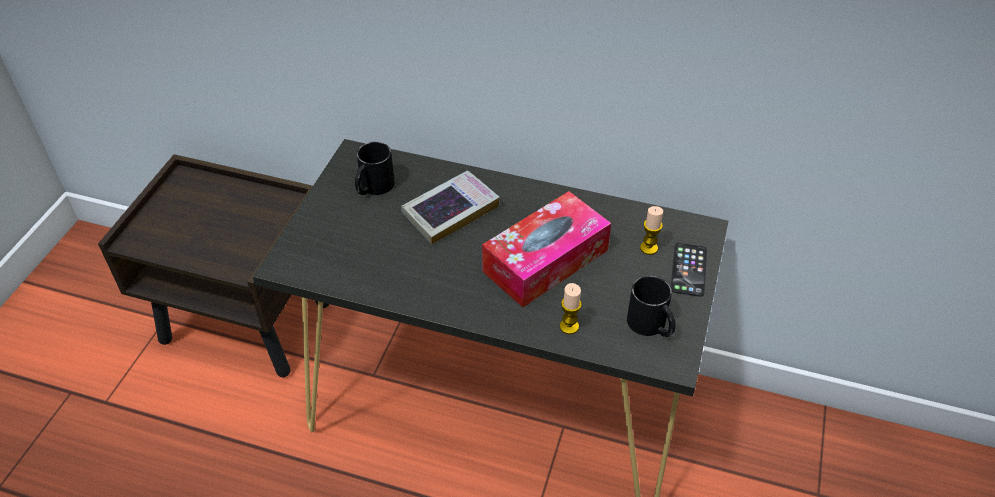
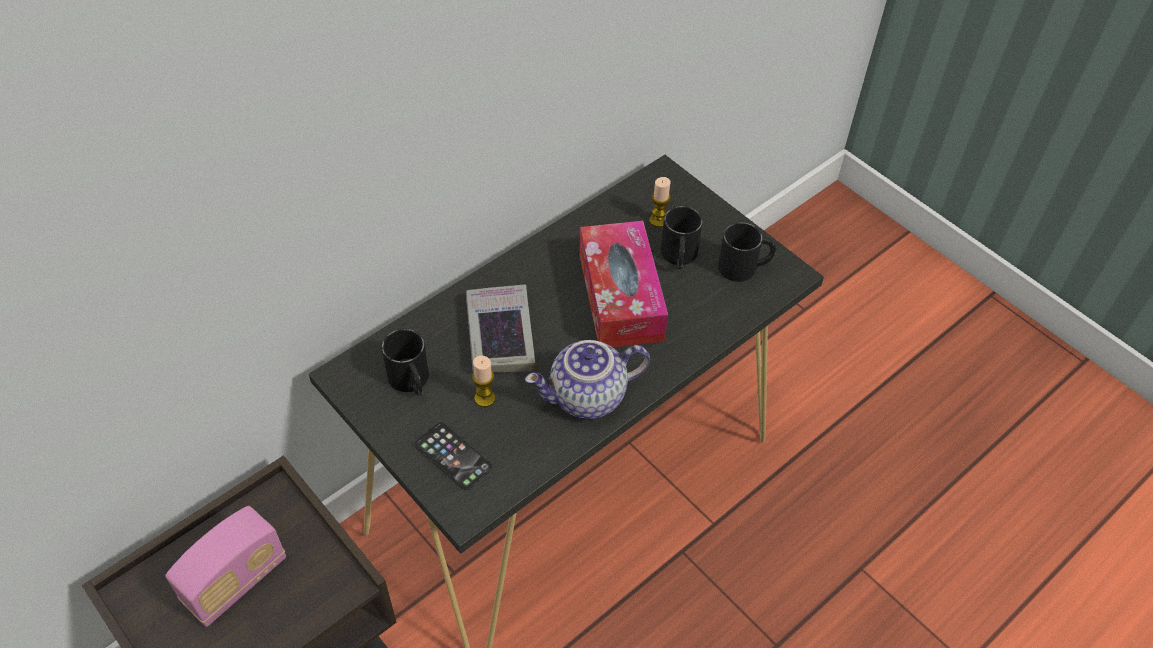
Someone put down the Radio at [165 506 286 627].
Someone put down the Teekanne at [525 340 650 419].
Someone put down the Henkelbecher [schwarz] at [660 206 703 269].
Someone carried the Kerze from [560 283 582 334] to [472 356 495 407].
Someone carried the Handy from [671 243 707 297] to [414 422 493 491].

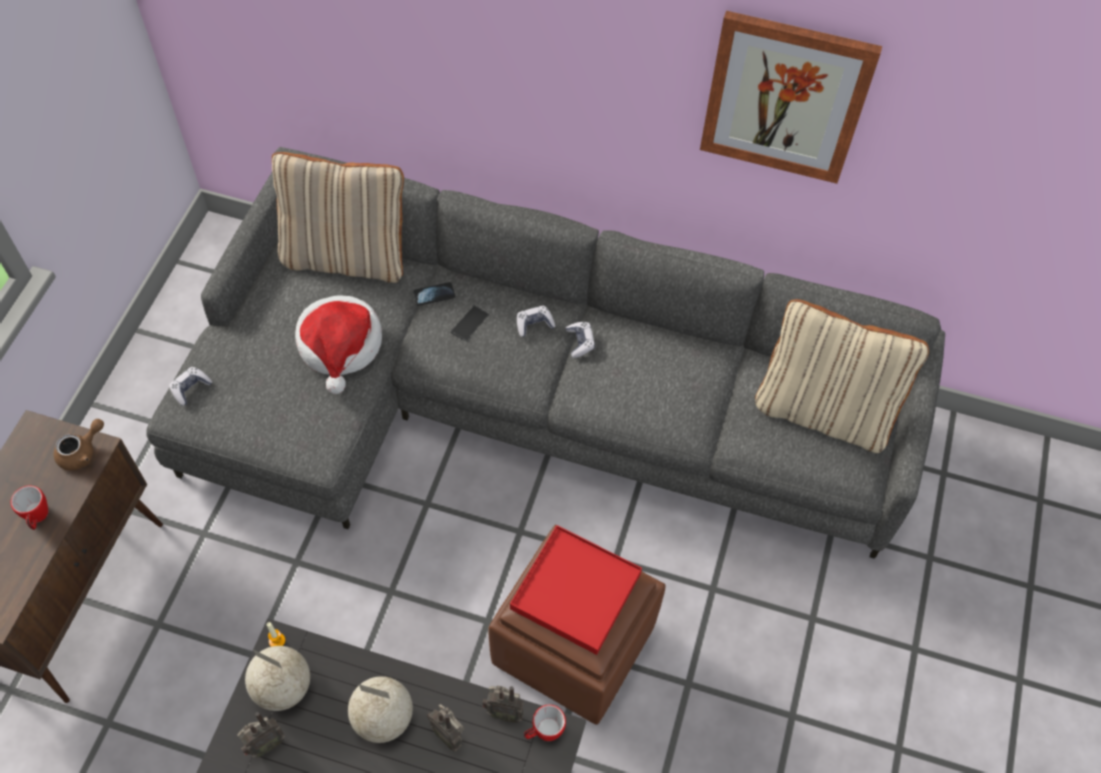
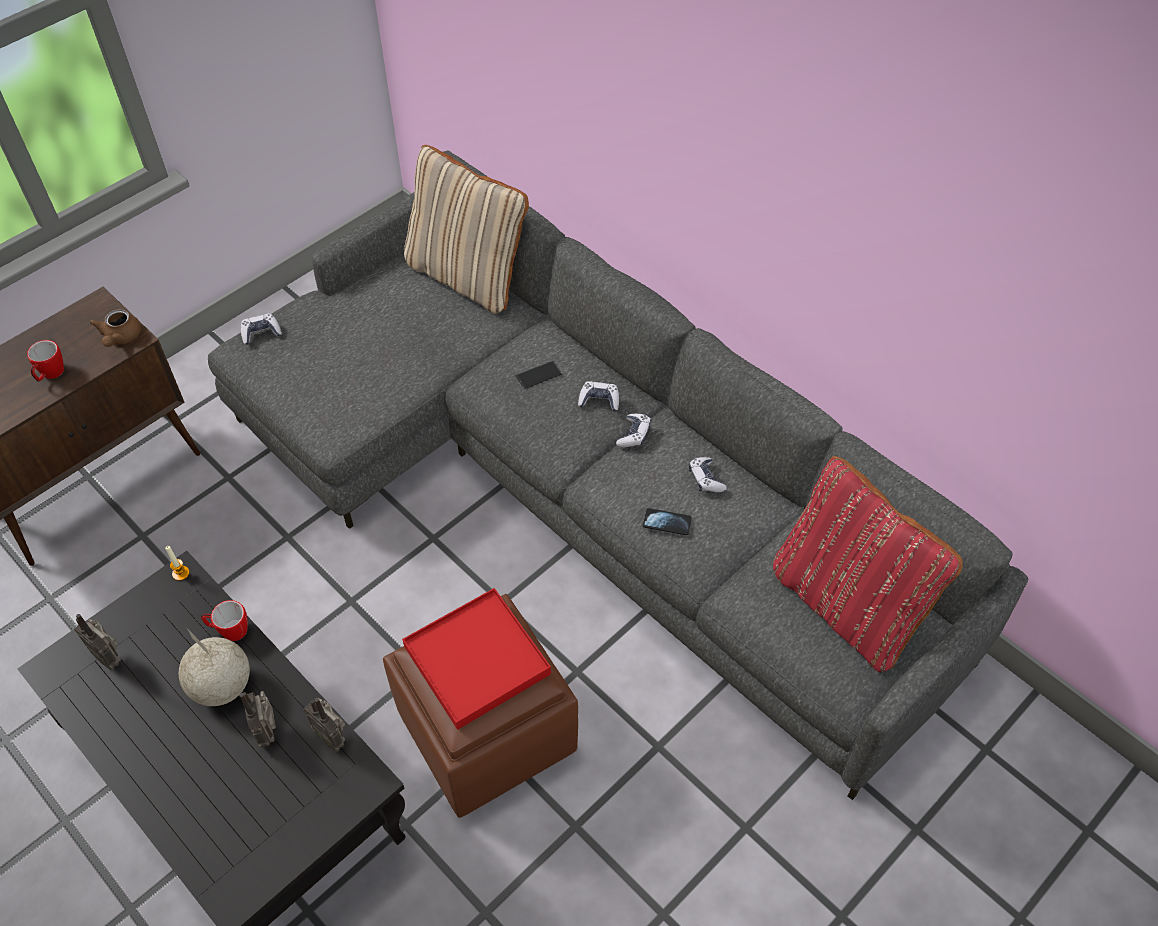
Someone took away the Globus at [245 646 310 711].
Someone took away the Hut at [295 295 382 394].
Someone took away the Bild at [700 11 882 184].
Someone put down the Gamepad at [689 457 727 492].
Someone carried the Handy from [413 282 455 306] to [643 508 692 535].
Someone carried the Henkelbecher from [524 705 566 741] to [201 600 248 641].
Someone repainted the Kissen [beige] at [755 299 929 453], which became the Kissen [rot] at [773 456 963 672].
Someone rotated the Teekanne [braun] at [54 419 104 471] by 105 degrees clockwise.
Someone rotated the Radio at [237 712 285 758] by 45 degrees clockwise.

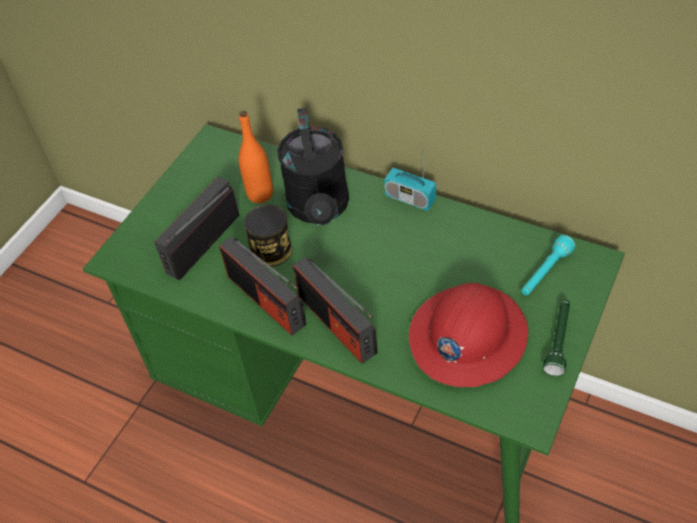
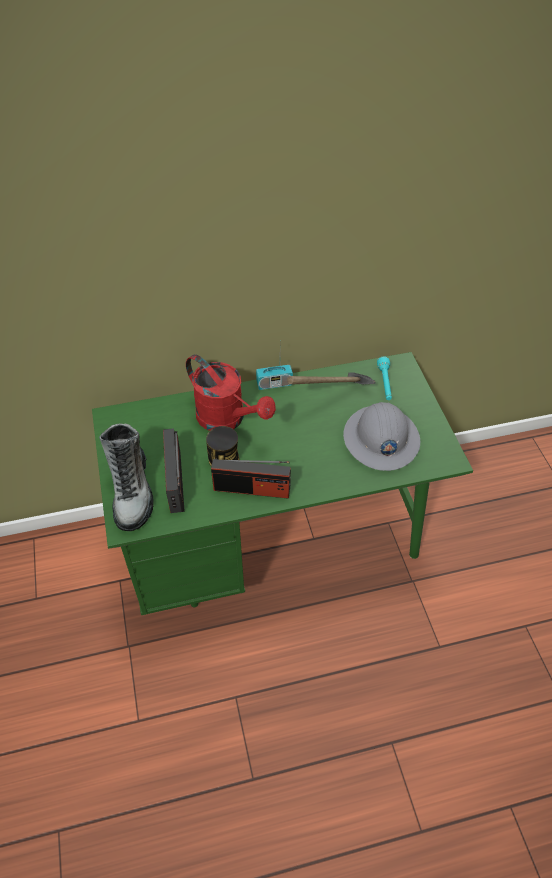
Someone took away the Flasche [orange] at [238 111 273 203].
Someone took away the Radio at [293 257 377 364].
Someone took away the Taschenlampe [grün] at [543 299 570 377].
Someone put down the Stiefel at [99 424 153 531].
Someone put down the Hammer at [287 373 375 385].
Someone repainted the Gießkanne [schwarz] at [277 108 349 225], which became the Gießkanne [rot] at [186 355 276 431].
Someone repainted the Schutzhelm [rot] at [409 283 528 387], which became the Schutzhelm [grau] at [343 402 420 471].

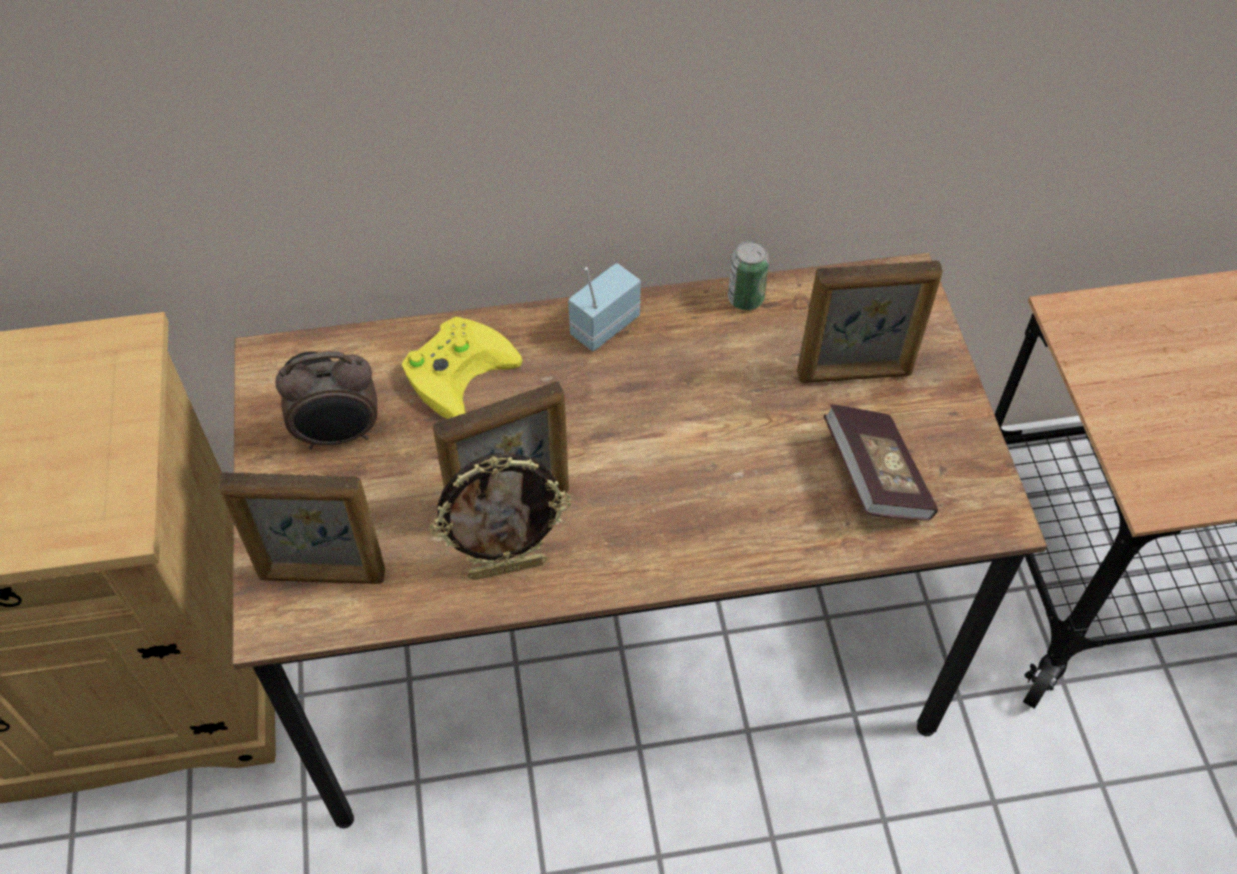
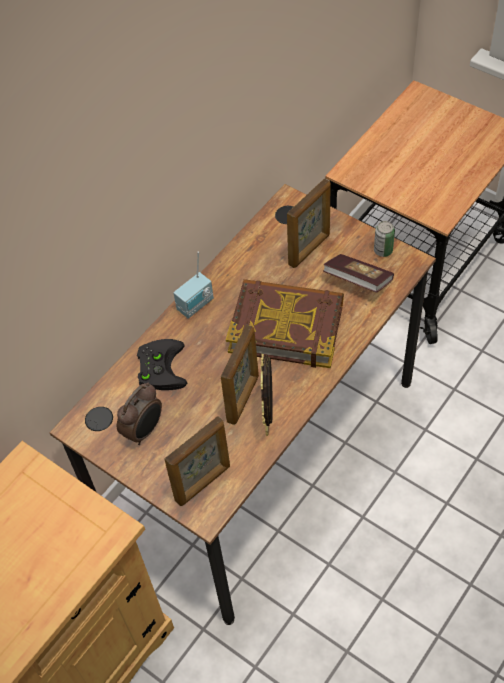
Someone put down the Buch at [226 279 344 368].
Someone carried the Dose from [728 240 770 310] to [374 221 395 257].
Someone repainted the Gamepad [gelb] at [402 317 523 419], which became the Gamepad [schwarz] at [137 339 187 390].
Someone rotated the Bilderrahmen at [430 453 571 580] by 150 degrees clockwise.
Someone rotated the Radio at [568 263 641 351] by 135 degrees counterclockwise.

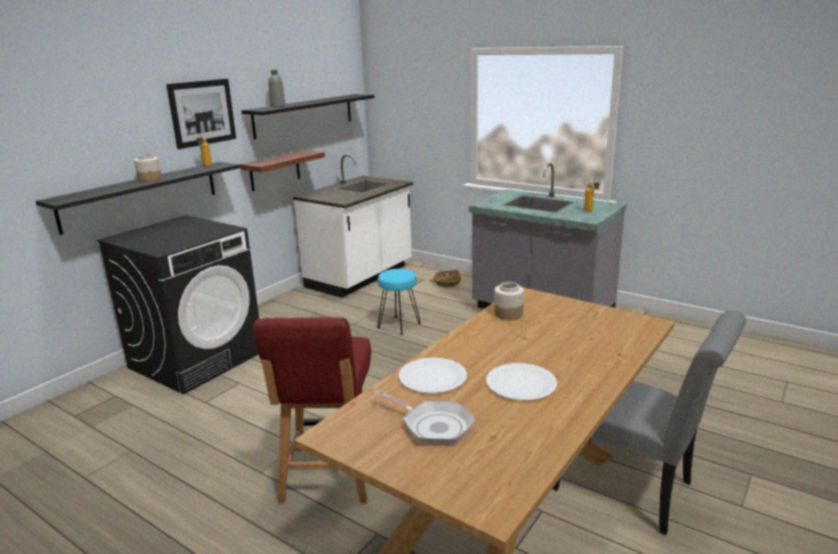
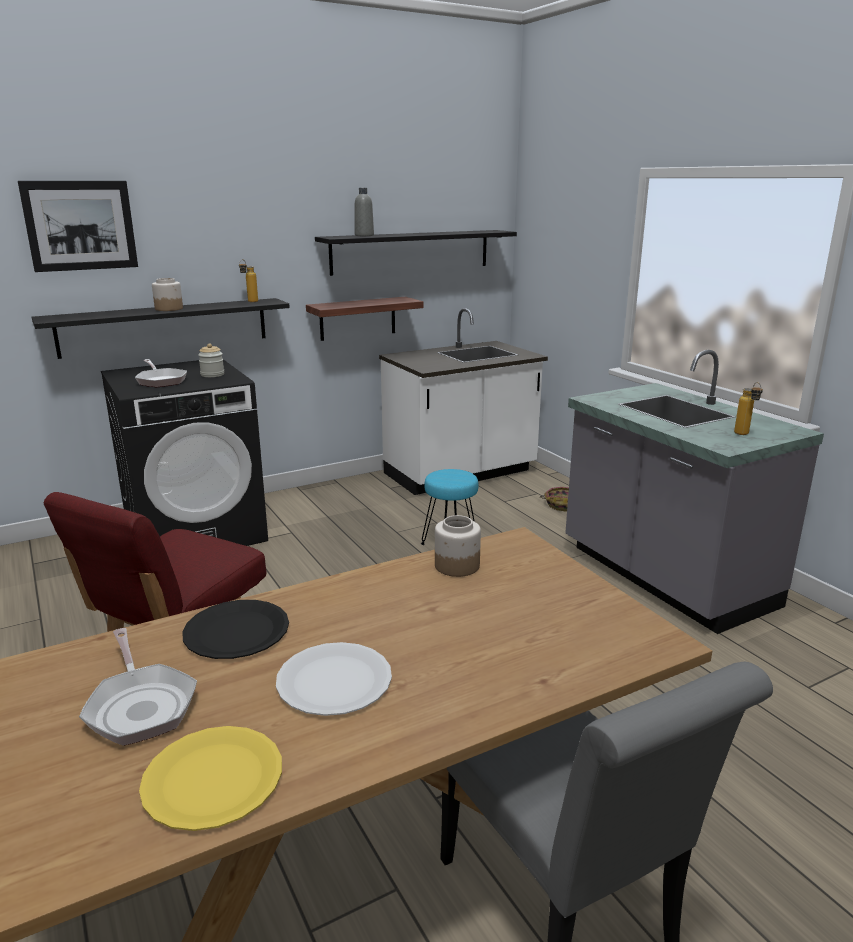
Someone put down the Pfanne at [135 359 187 387].
Someone put down the Teller [gelb] at [139 726 282 831].
Someone put down the Vorratsglas at [198 343 224 377].
Someone carried the Bild from [166 79 236 149] to [18 181 138 272].
Someone repainted the Teller [weiß] at [399 358 467 394], which became the Teller [schwarz] at [182 600 289 659].

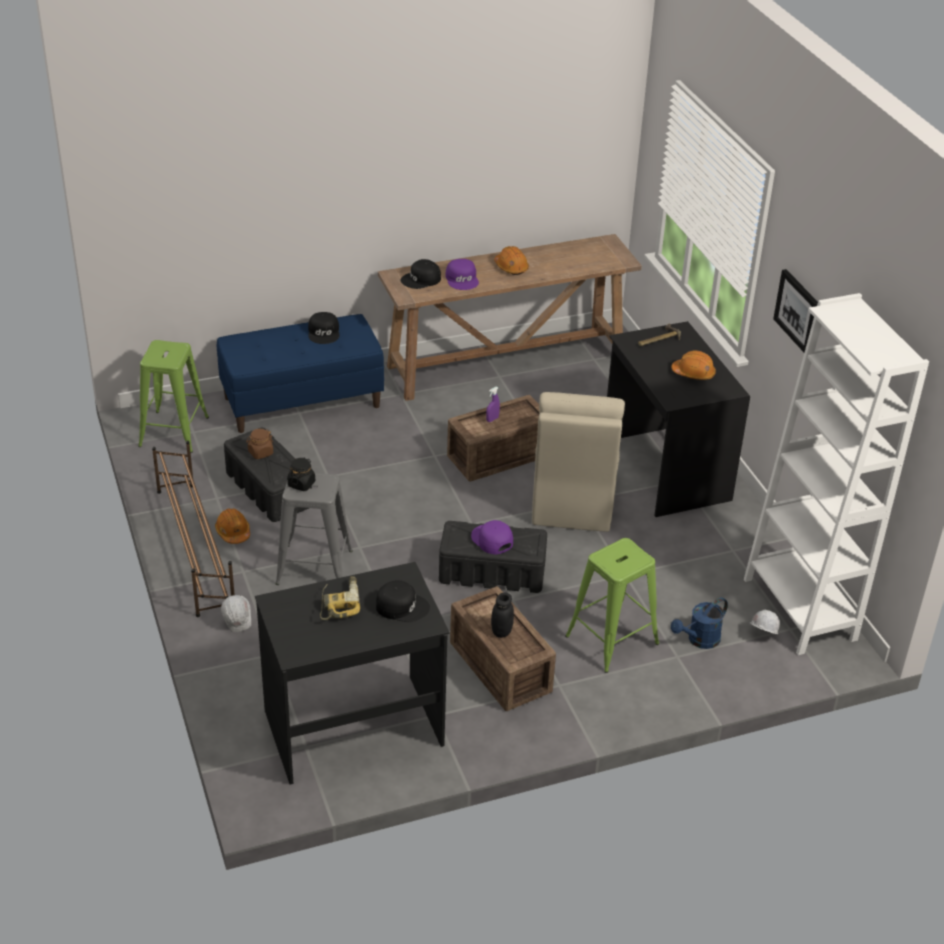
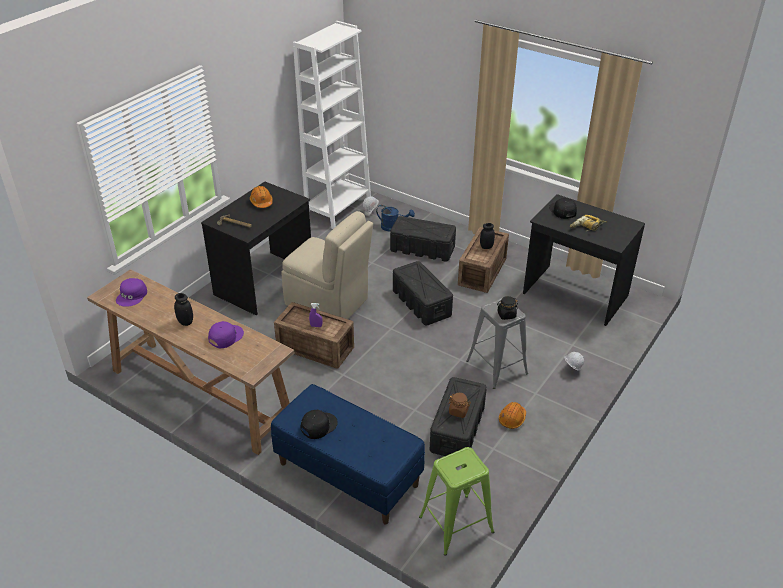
Someone took away the Schuhregal [braun] at [152 441 235 617].
Someone took away the Kappe [schwarz] at [401 259 441 289].
Someone took away the Bild at [773 269 818 352].
Someone carried the Kappe [lila] from [471 520 513 554] to [116 278 147 307].
Someone swapped the Schutzhelm [orange] at [494 246 529 275] for the Vorratsglas [schwarz] at [174 293 193 326].
Someone swapped the Hocker [grün] at [565 538 659 673] for the Aufbewahrungsbox [schwarz] at [390 216 456 262].
Someone rotated the Stuhl [beige] at [532 392 625 532] by 60 degrees clockwise.

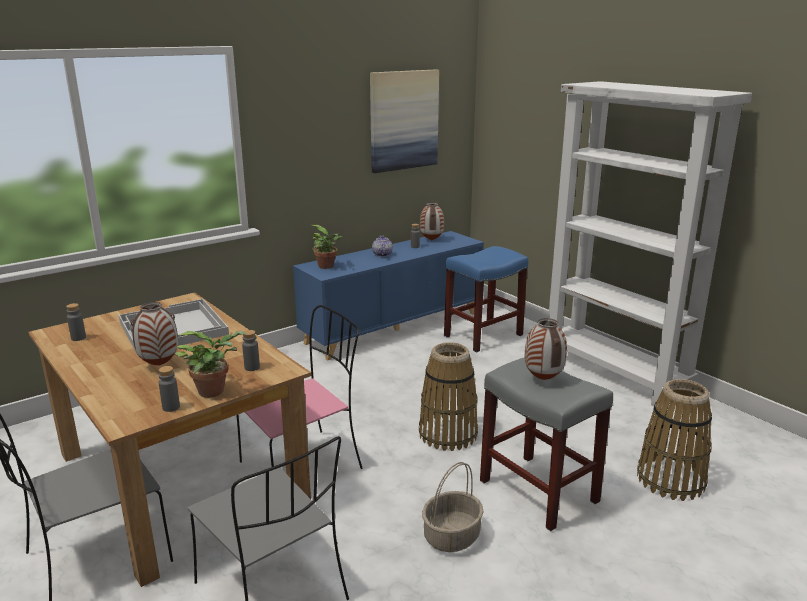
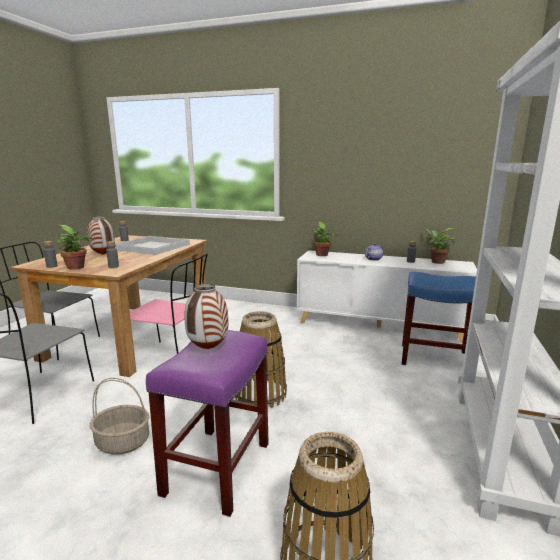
Someone took away the Bild at [370 69 439 173].
Someone swapped the Vase at [420 202 444 241] for the Topfpflanze at [425 228 456 264].
Someone repainted the Schrank [blau] at [293 231 484 361], which became the Schrank [weiß] at [297 250 477 343].
Someone repainted the Hocker [grau] at [480 357 613 531], which became the Hocker [lila] at [146 330 269 517].

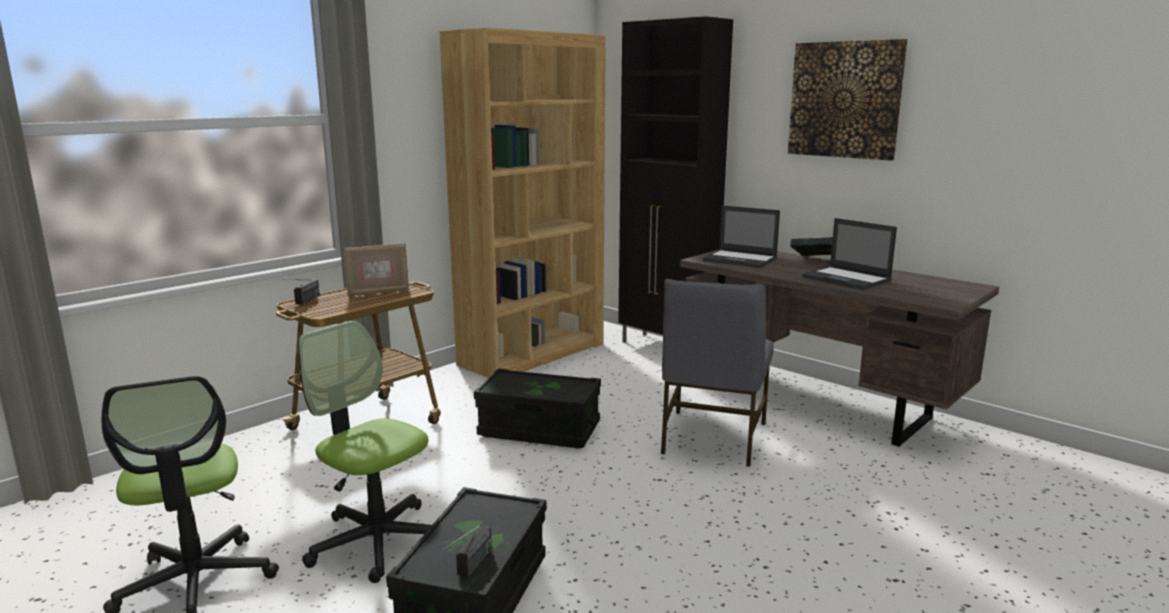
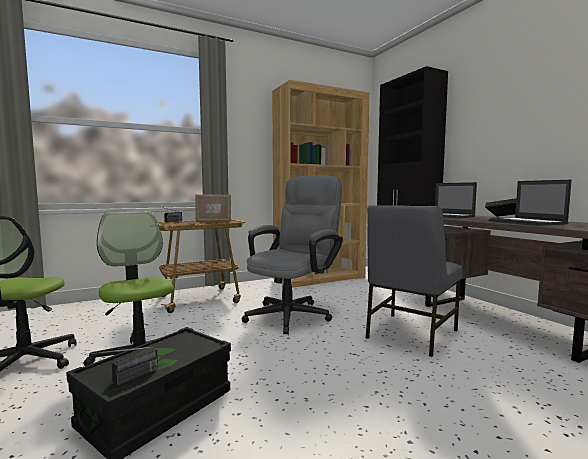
Someone took away the Bild at [788 39 908 160].
Someone swapped the Aufbewahrungsbox [schwarz] at [474 368 601 448] for the Bürostuhl [grau] at [242 175 343 334].

